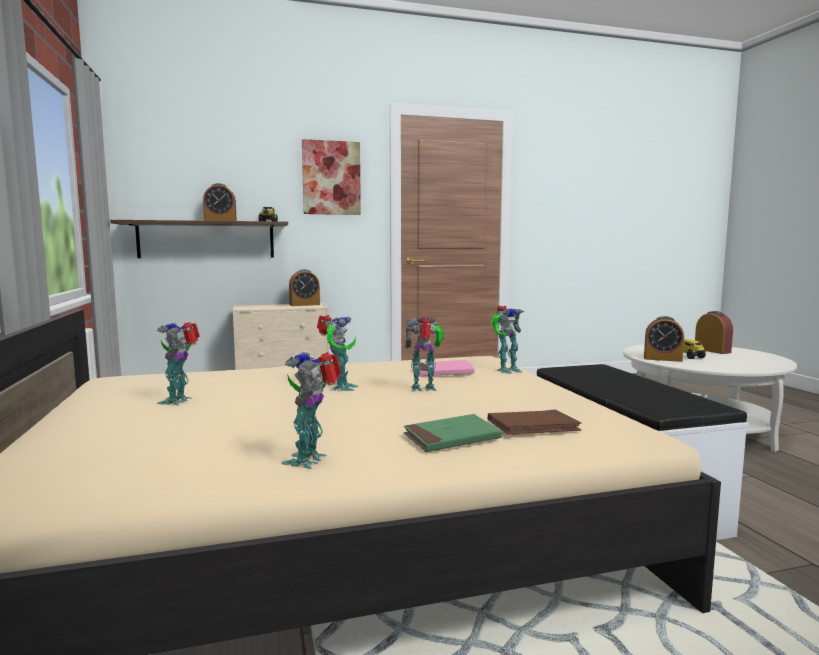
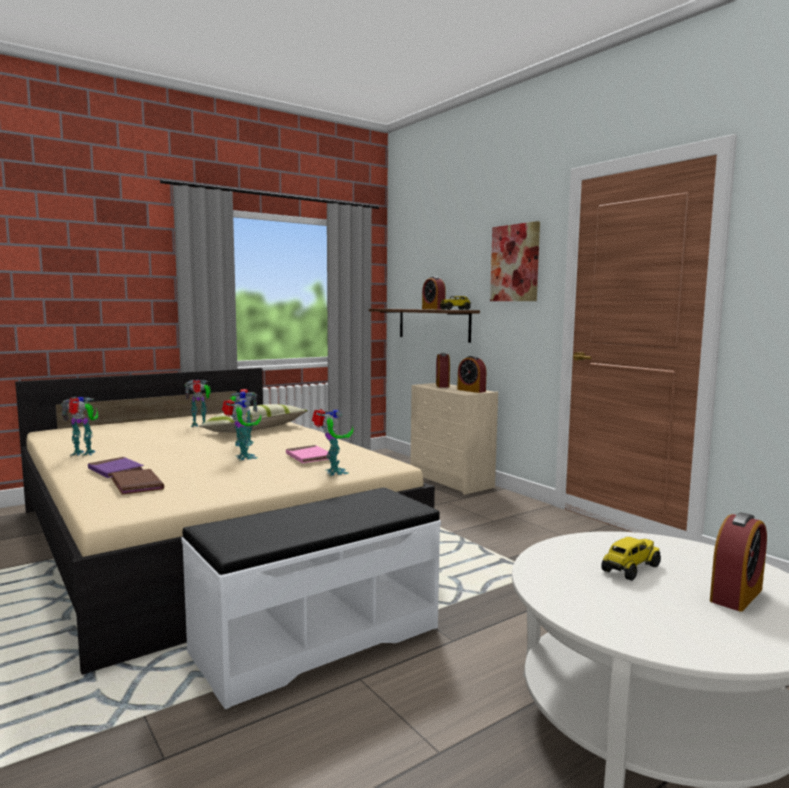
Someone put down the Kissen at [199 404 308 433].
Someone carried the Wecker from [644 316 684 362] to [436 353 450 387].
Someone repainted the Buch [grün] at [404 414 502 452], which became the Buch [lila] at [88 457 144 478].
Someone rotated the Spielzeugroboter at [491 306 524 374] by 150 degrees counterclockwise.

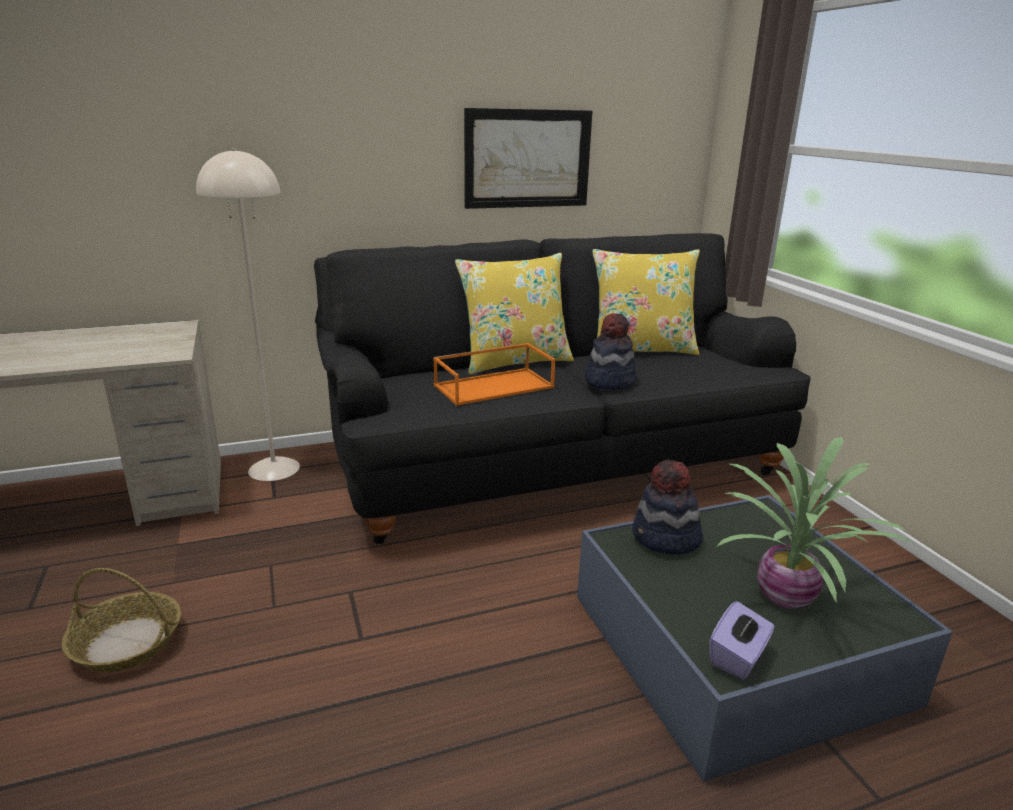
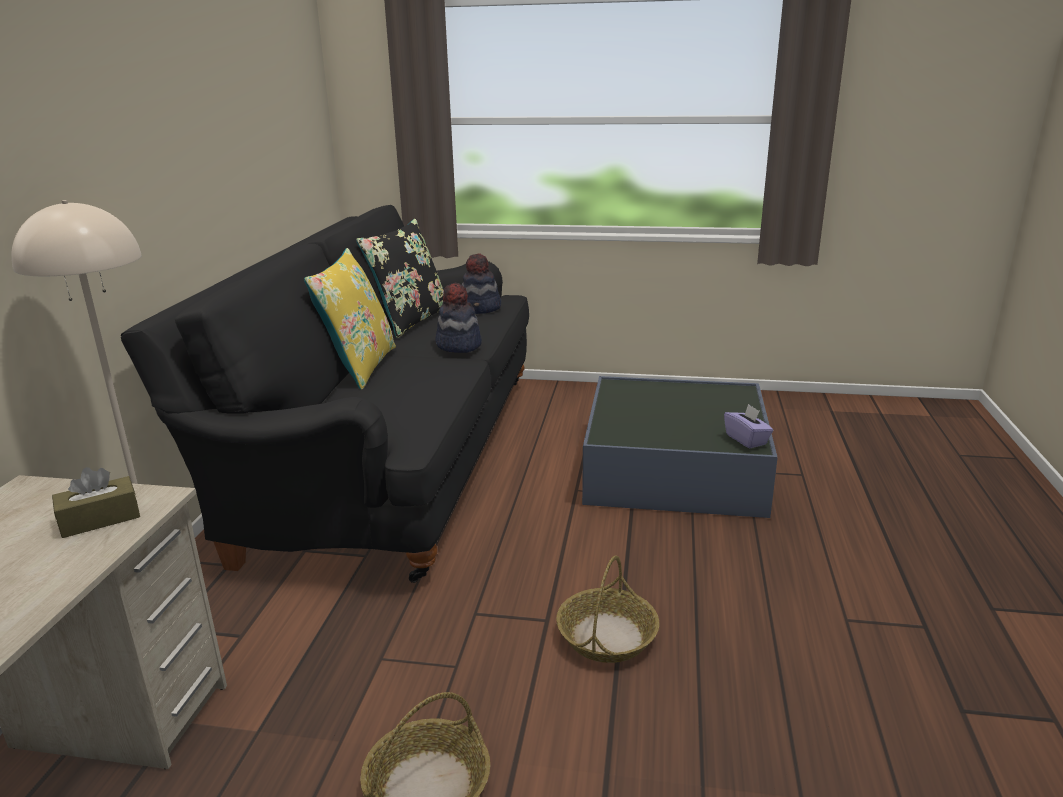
Someone took away the Tablett [orange] at [433 343 555 406].
Someone took away the Bild at [464 108 592 209].
Someone took away the Topfpflanze at [716 437 916 609].
Someone put down the Taschentuchbox [braun] at [52 467 140 538].
Someone put down the Korb at [556 555 659 663].
Someone carried the Hut from [632 460 703 554] to [462 253 501 314].
Someone repainted the Kissen [gelb] at [592 249 700 355], which became the Kissen [schwarz] at [356 219 444 338].

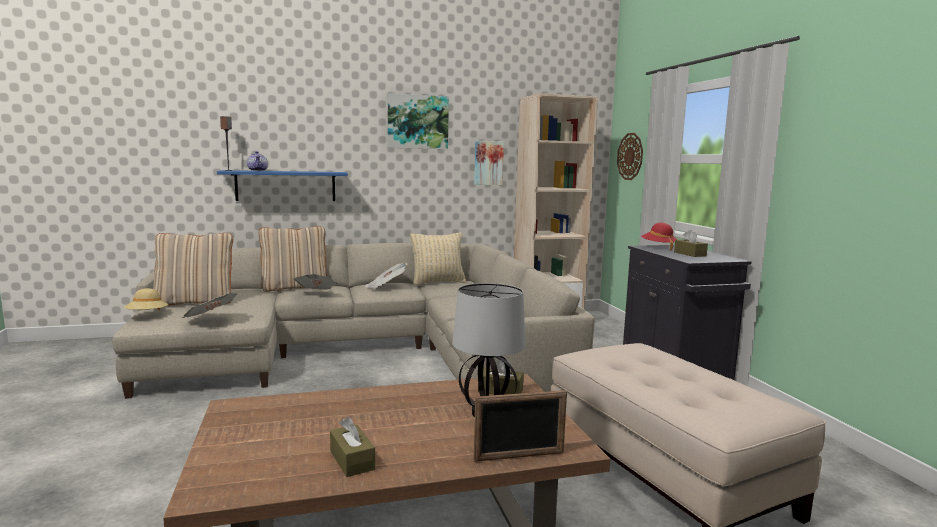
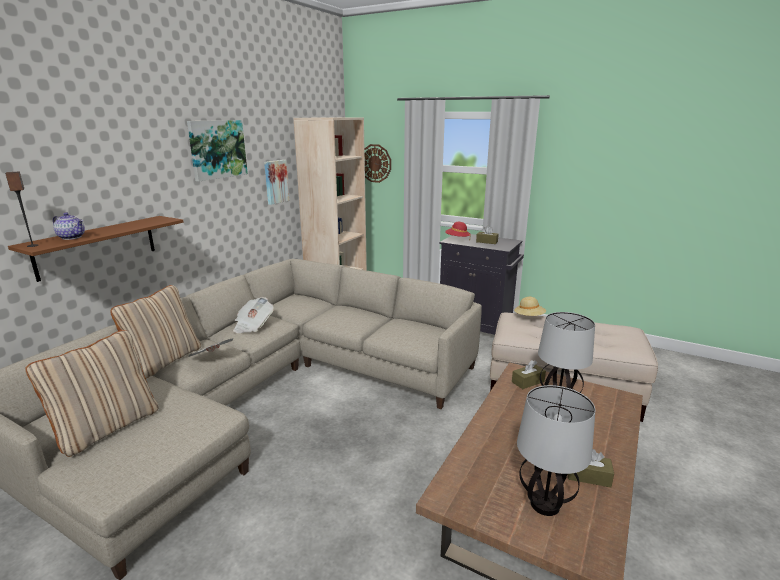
Someone took away the Zeitung at [182 293 237 318].
Someone took away the Kissen [beige] at [410 232 466 285].
Someone took away the Bilderrahmen at [474 390 567 462].
Someone put down the Tischlampe at [517 385 595 516].
Someone carried the Hut [beige] from [123 288 168 310] to [514 297 546 316].
Someone repainted the Wandregal [blau] at [217 170 348 201], which became the Wandregal [braun] at [8 216 184 282].

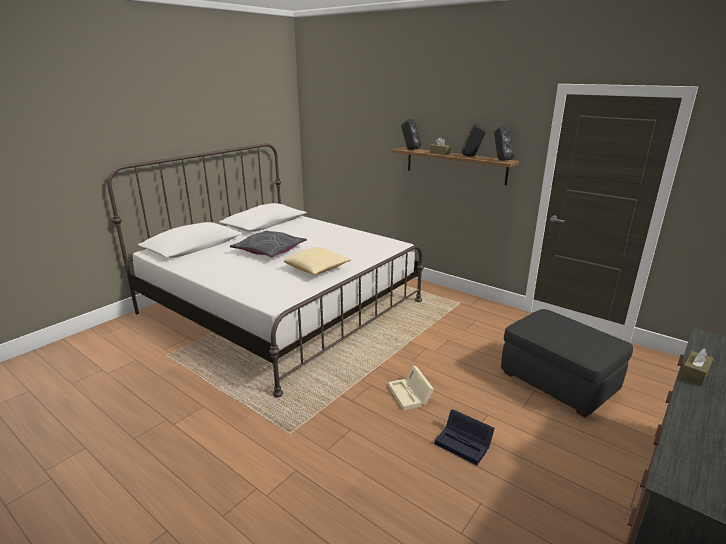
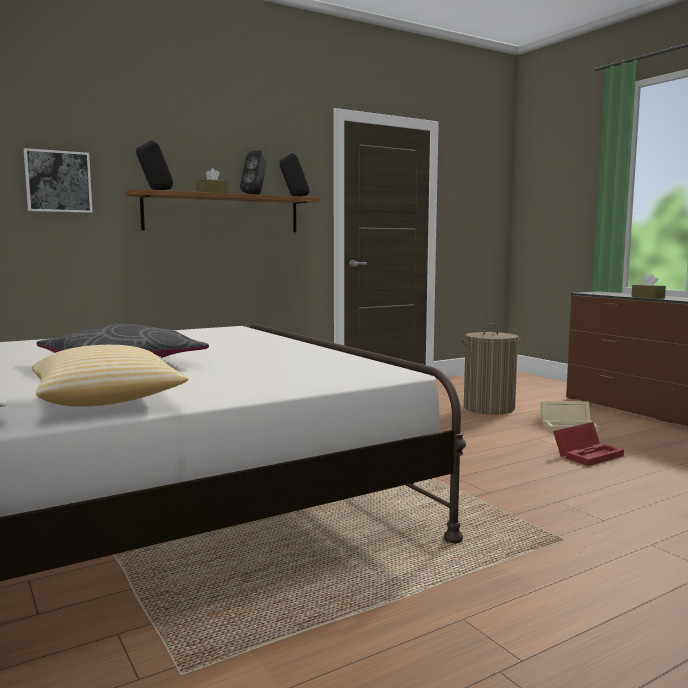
Someone put up the Bild at [24 148 93 213].
Someone carried the Kissen from [284 247 351 275] to [32 345 188 407].
Someone carried the Aufbewahrungsbox [beige] from [388 366 434 411] to [540 401 599 432].
Someone swapped the Polsterhocker [schwarz] at [501 309 633 418] for the Wäschekorb at [462 323 520 415].
Someone repainted the Aufbewahrungsbox [schwarz] at [435 409 495 465], which became the Aufbewahrungsbox [rot] at [553 422 624 466].

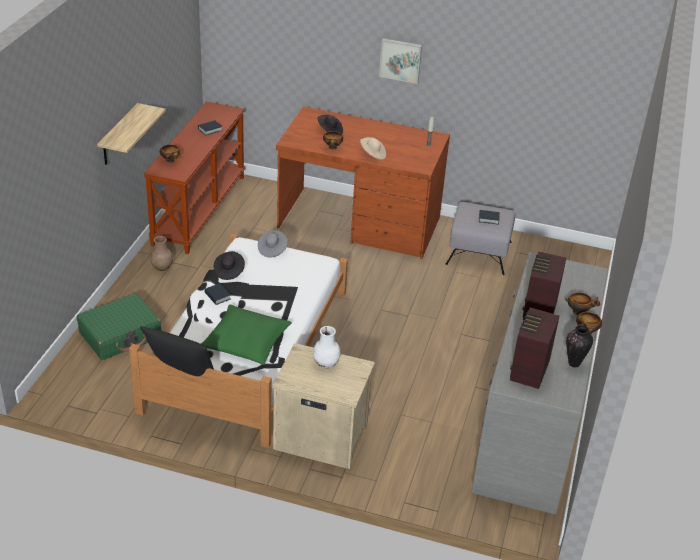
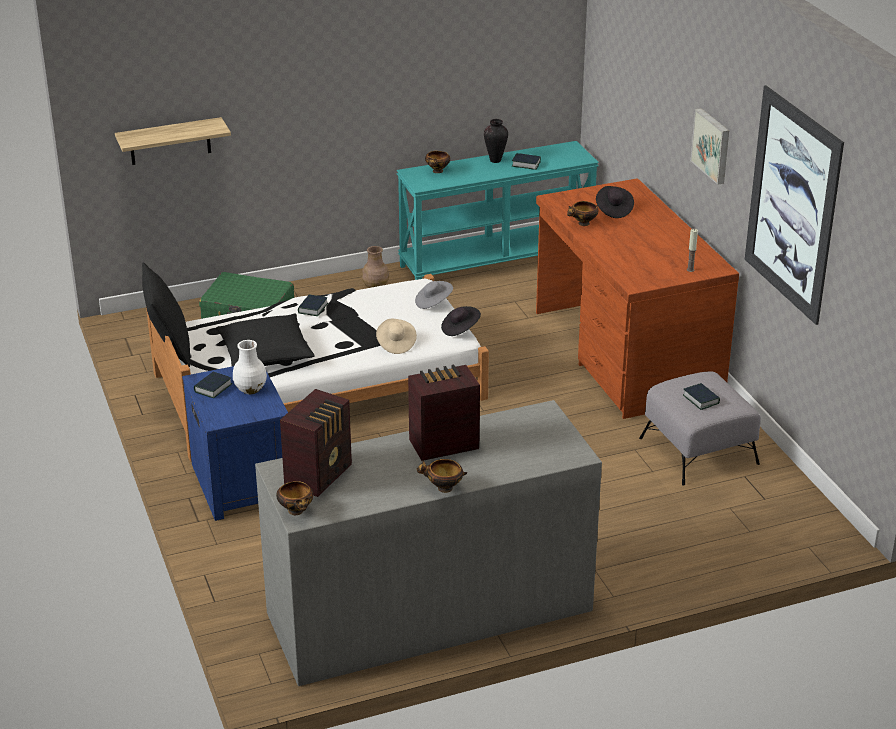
Someone put down the Buch at [194 372 232 398].
Someone put up the Bild at [745 85 844 325].
Someone carried the Wandregal from [97 103 166 165] to [115 117 231 165].
Someone carried the Hut [schwarz] from [214 251 245 280] to [441 306 481 336].
Someone carried the Hut [beige] from [360 137 386 160] to [376 319 417 354].
Someone carried the Schüssel from [565 292 601 315] to [276 481 313 515].
Someone carried the Vase from [566 325 593 367] to [484 119 508 163].
Someone repainted the Konsolentisch [braun] at [144 101 245 254], which became the Konsolentisch [türkis] at [397 141 599 280].
Someone repainted the Kissen [grün] at [201 304 292 365], which became the Kissen [schwarz] at [216 314 315 366].
Someone repainted the Nachttisch [beige] at [272 343 375 469], which became the Nachttisch [blau] at [182 366 288 521].
Someone rotated the Radio at [510 308 560 389] by 135 degrees clockwise.

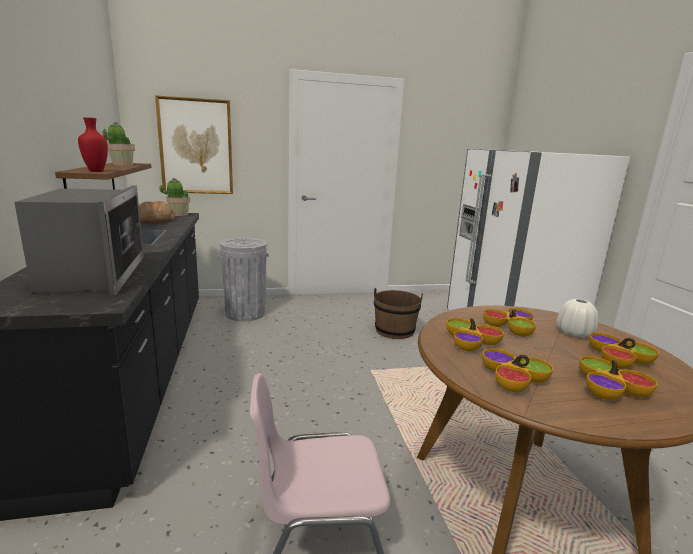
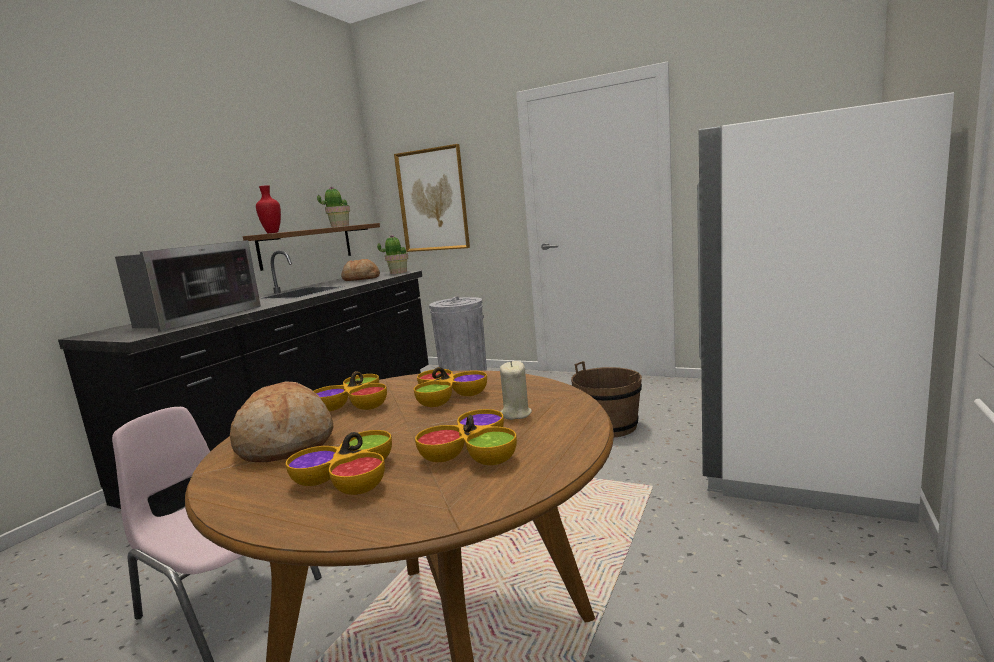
Someone swapped the Schüssel at [482 348 553 392] for the Brot at [230 381 334 462].
Someone swapped the Vase [weiß] at [557 299 598 338] for the Kerze [beige] at [500 361 532 420].

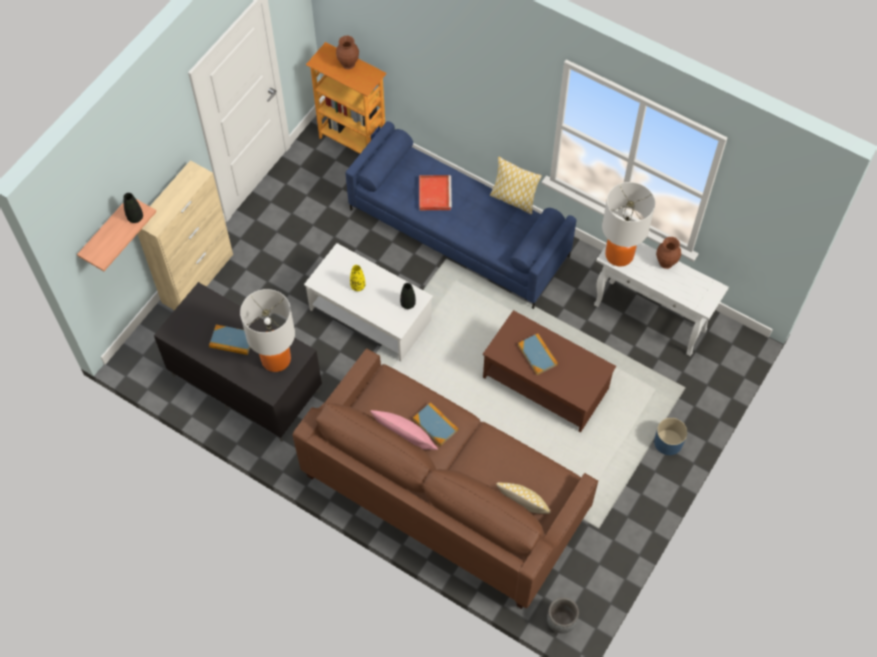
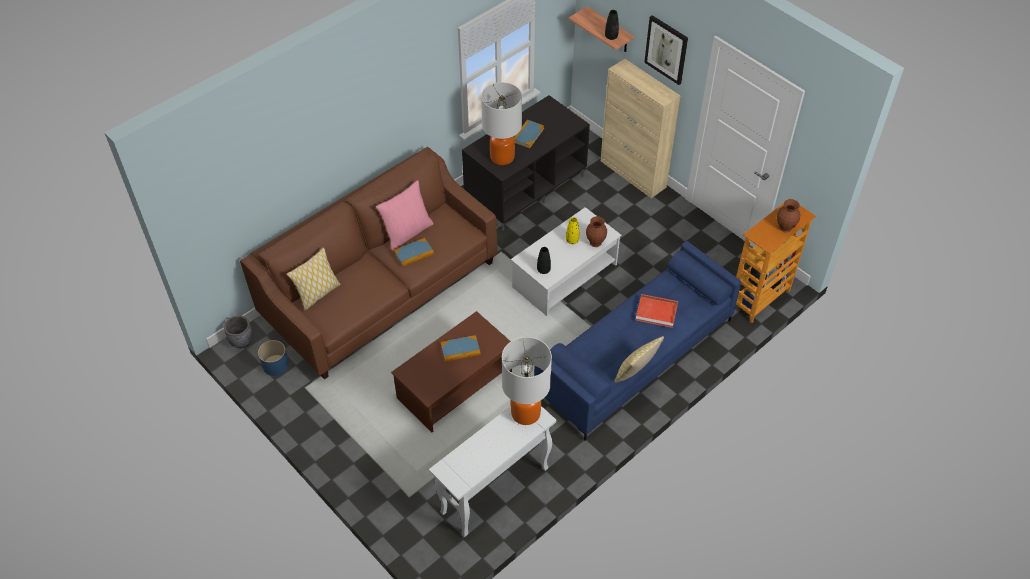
Someone put up the Bild at [644 15 688 85].
Someone carried the Pflanzkübel [blau] from [654 418 688 455] to [258 340 289 376].
Someone carried the Vase [braun] from [656 237 681 269] to [586 216 607 247].

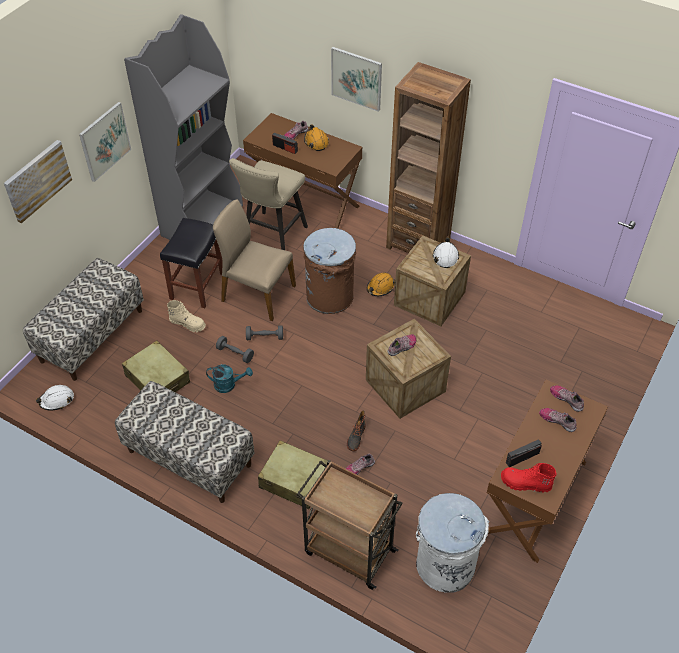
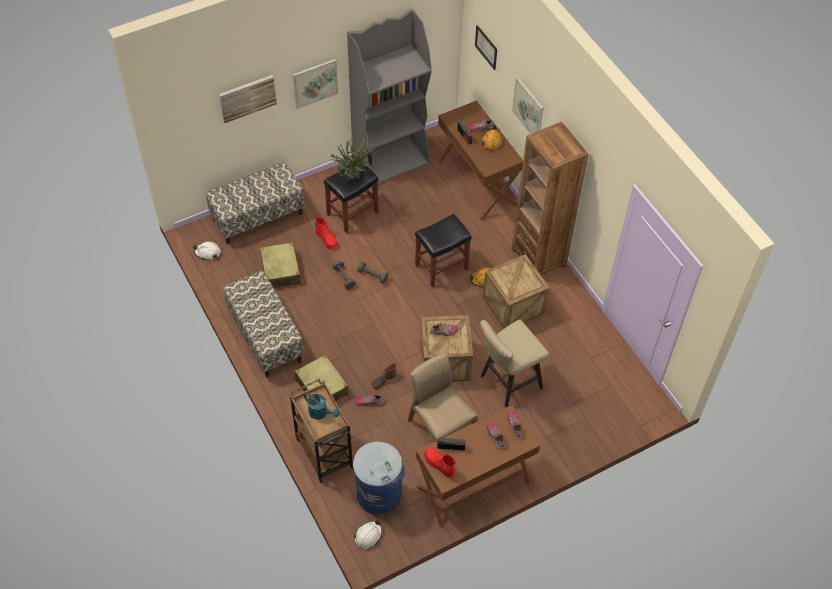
Someone put down the Topfpflanze at [330 138 375 180].
Someone put up the Bild at [475 25 497 70].
Someone carried the Gießkanne [türkis] from [206 364 253 393] to [304 393 340 420].
Someone carried the Stuhl [beige] from [213 199 296 321] to [408 354 478 442].
Someone carried the Hocker [beige] from [229 158 308 250] to [480 319 549 407].
Someone carried the Schutzhelm [weiß] from [433 237 459 268] to [354 520 382 548].
Someone swapped the Mülleimer [braun] at [303 228 356 314] for the Hocker [schwarz] at [415 214 471 287].
Someone repainted the Stiefel [beige] at [167 300 206 332], which became the Stiefel [rot] at [314 217 338 250].
Someone repainted the Mülleimer [weiß] at [416 493 489 593], which became the Mülleimer [blau] at [353 441 405 516].

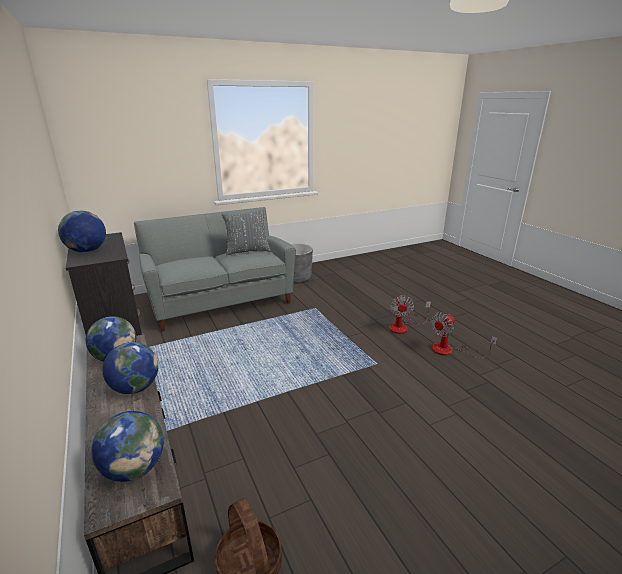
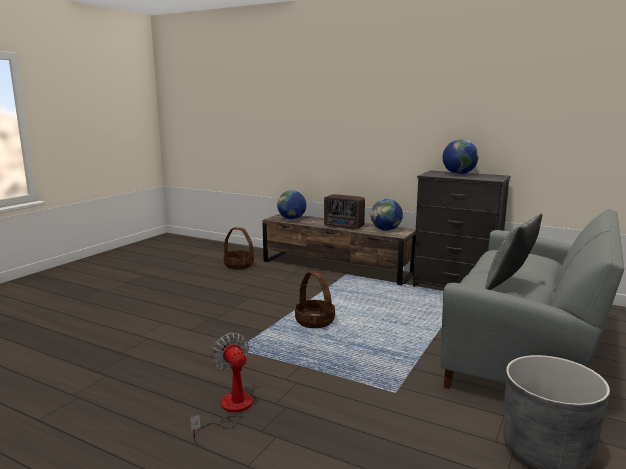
Someone took away the Ventilator at [430 312 497 358].
Someone put down the Korb at [295 271 335 328].
Someone swapped the Globus at [103 342 158 394] for the Radio at [324 194 365 230].

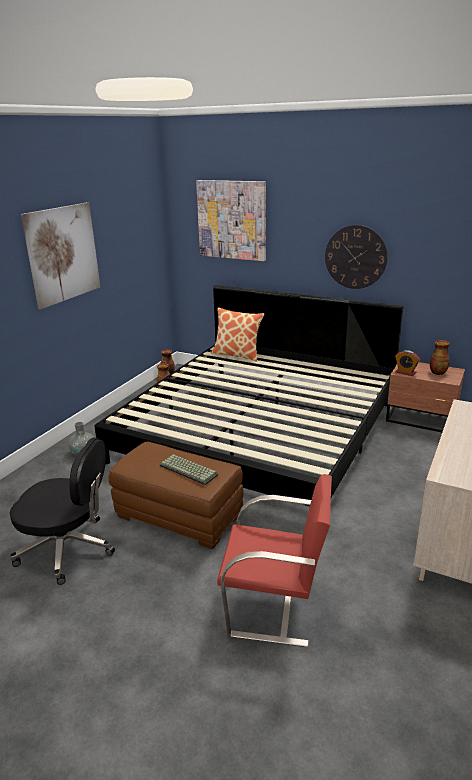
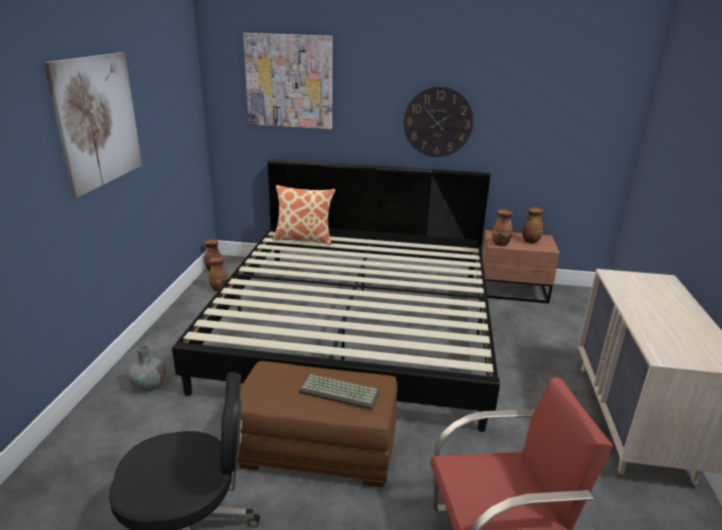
Someone swapped the Wecker at [395 350 420 376] for the Vase at [492 209 513 246].

